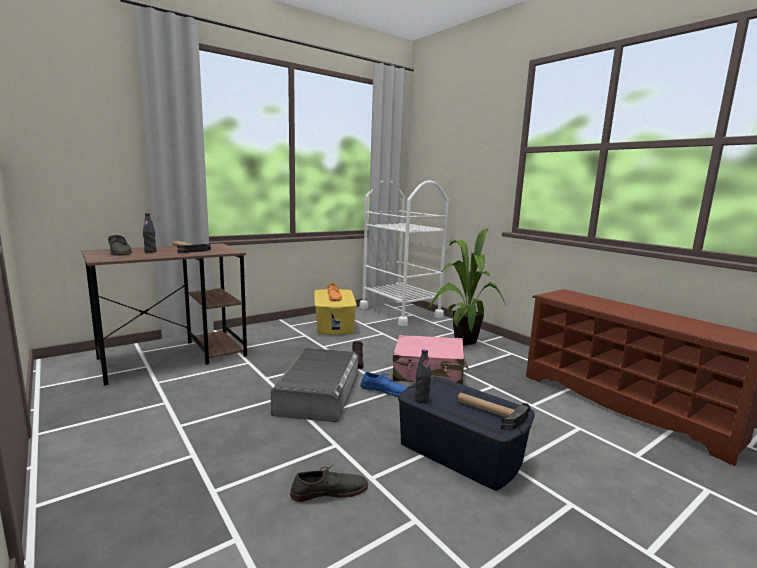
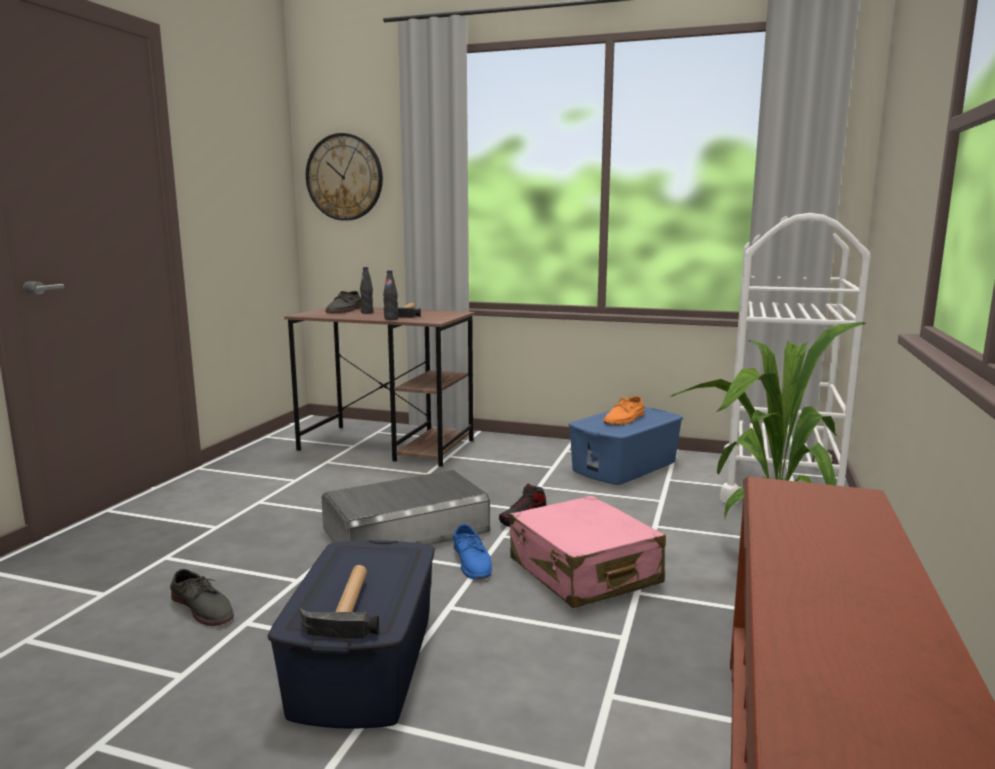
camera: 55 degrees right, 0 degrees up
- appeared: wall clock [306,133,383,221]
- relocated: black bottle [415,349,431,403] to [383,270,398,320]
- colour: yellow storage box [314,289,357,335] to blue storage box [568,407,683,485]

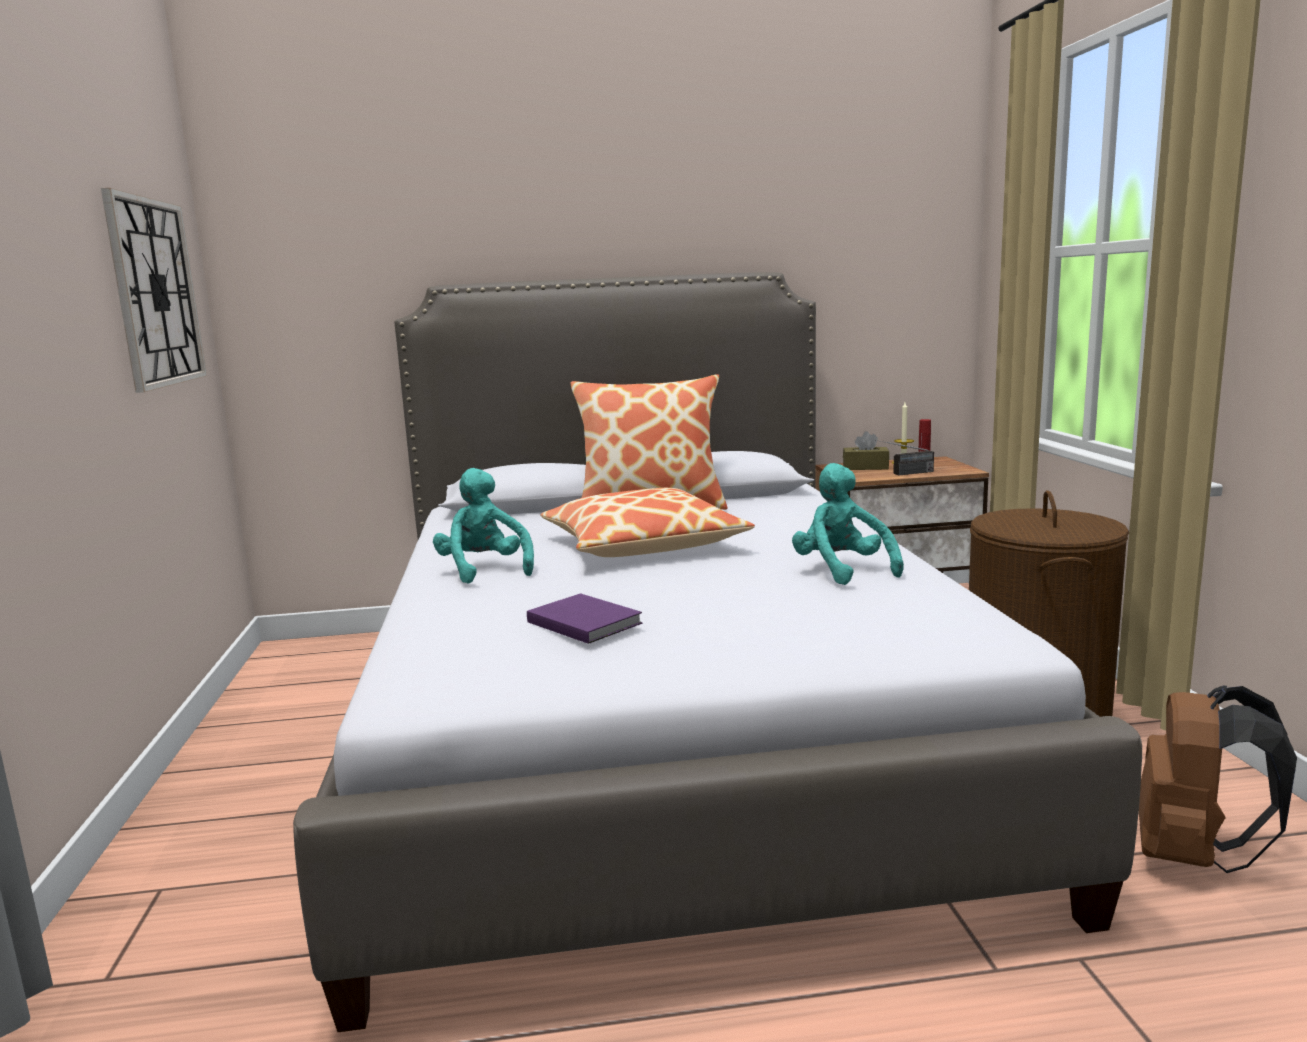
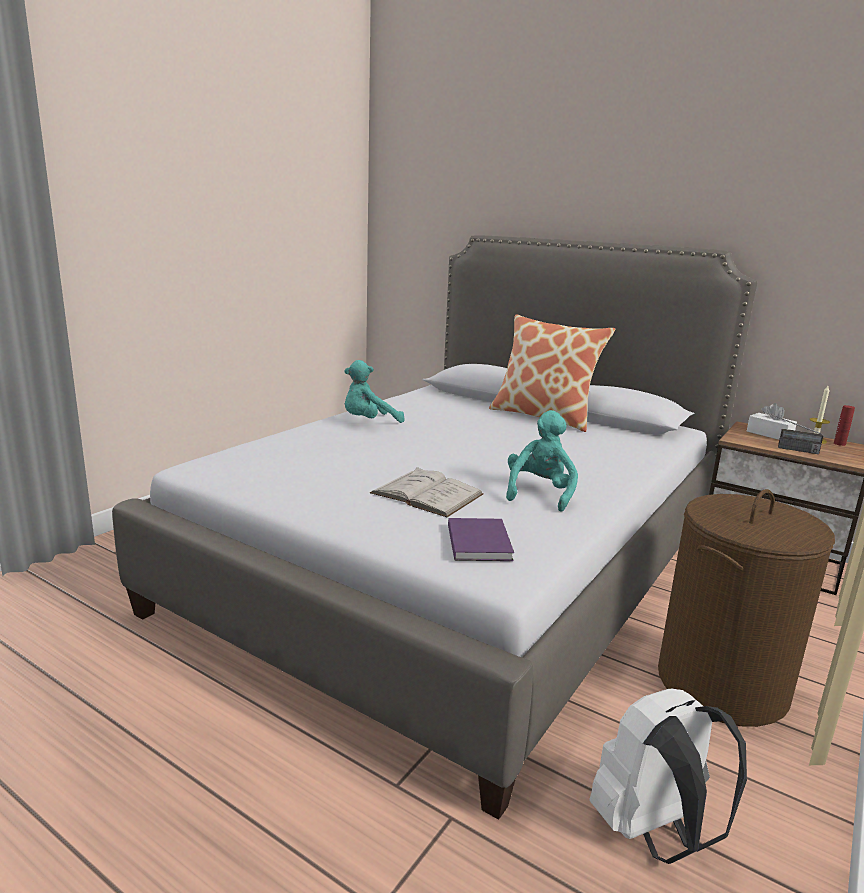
camera: 40 degrees right, 5 degrees up
- spun: turquoise plush toy [433,468,534,584] = [344,360,405,423] 135 degrees counterclockwise
- appeared: white book [370,467,484,517]
- relocated: purple book [527,593,642,644] to [448,518,514,561]
- colour: brown backpack [1139,686,1297,873] to white backpack [589,688,747,864]
- colour: brown tissue box [843,431,889,470] to white tissue box [747,403,797,440]
- missing: wall clock [101,188,207,393]
- missing: pillow [541,488,755,557]

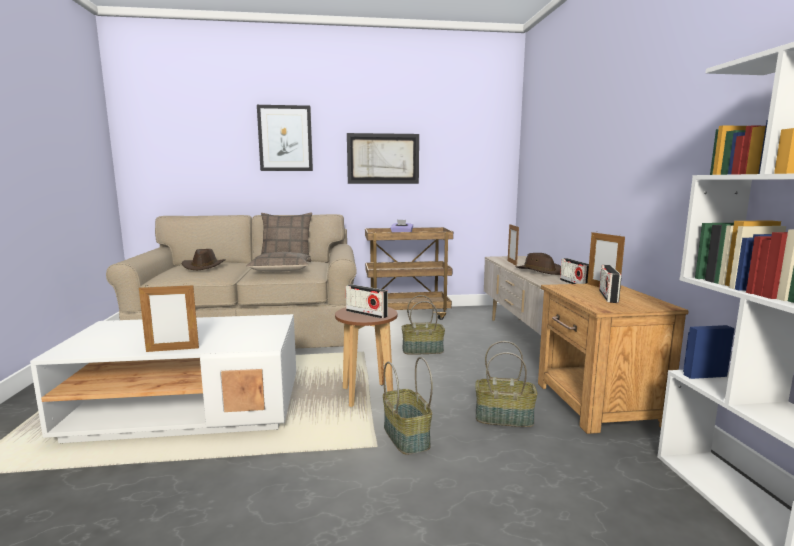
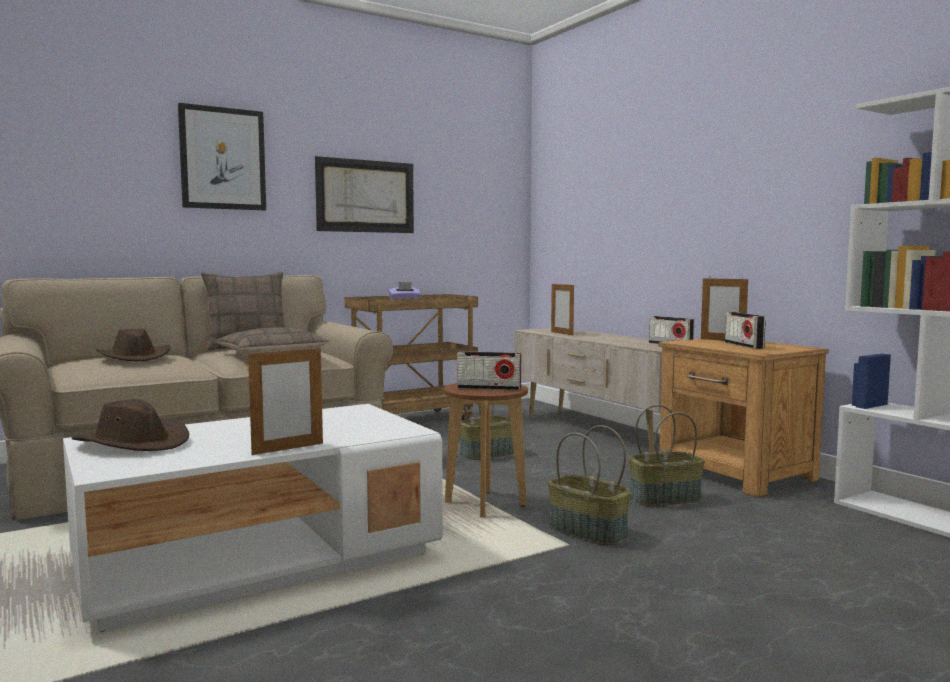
camera: 25 degrees left, 5 degrees down
- relocated: brown hat [515,253,561,275] to [72,399,189,451]

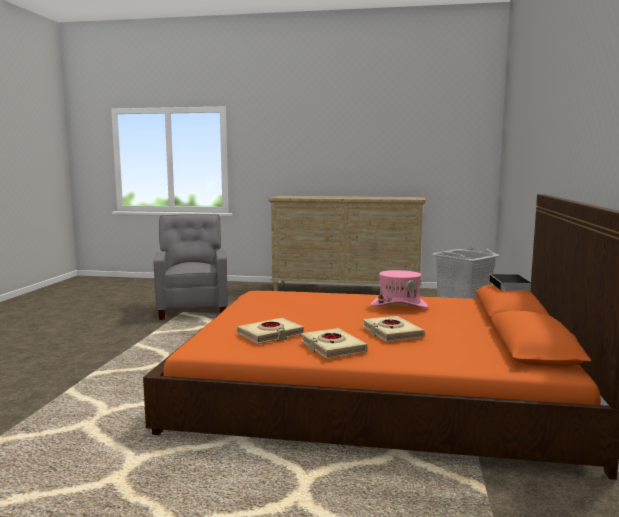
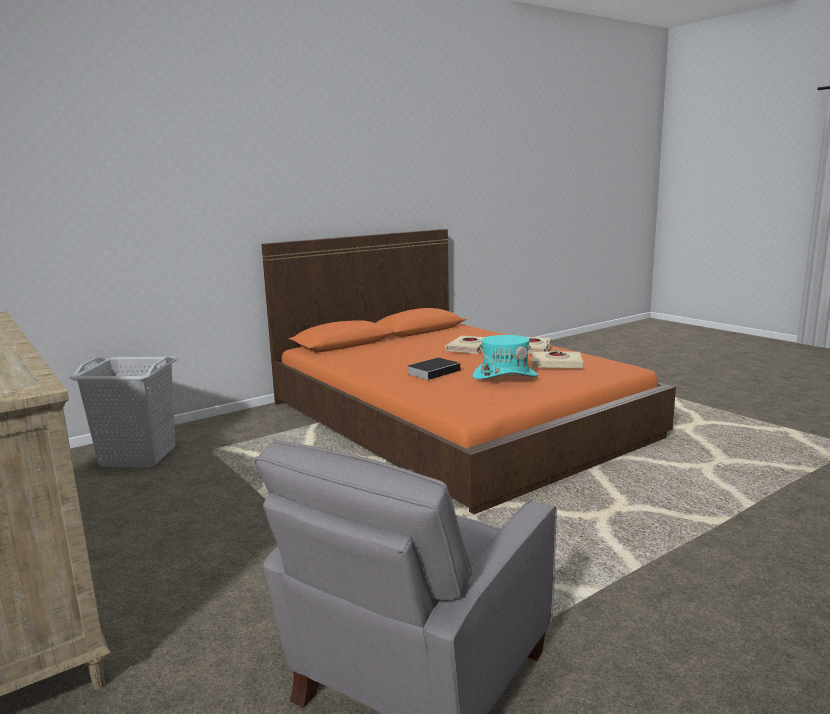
camera: 135 degrees left, 5 degrees up
- relocated: book [489,274,531,292] to [407,357,460,380]
- appeared: turquoise hat [473,335,538,379]
- missing: pink hat [371,270,428,308]

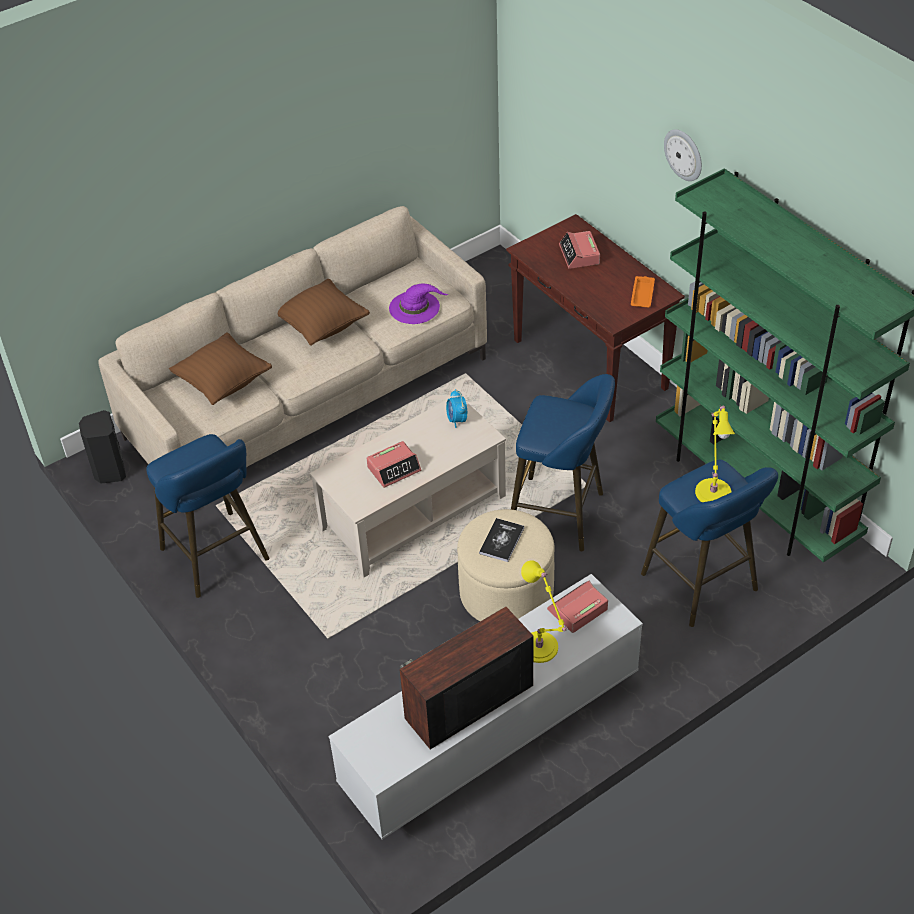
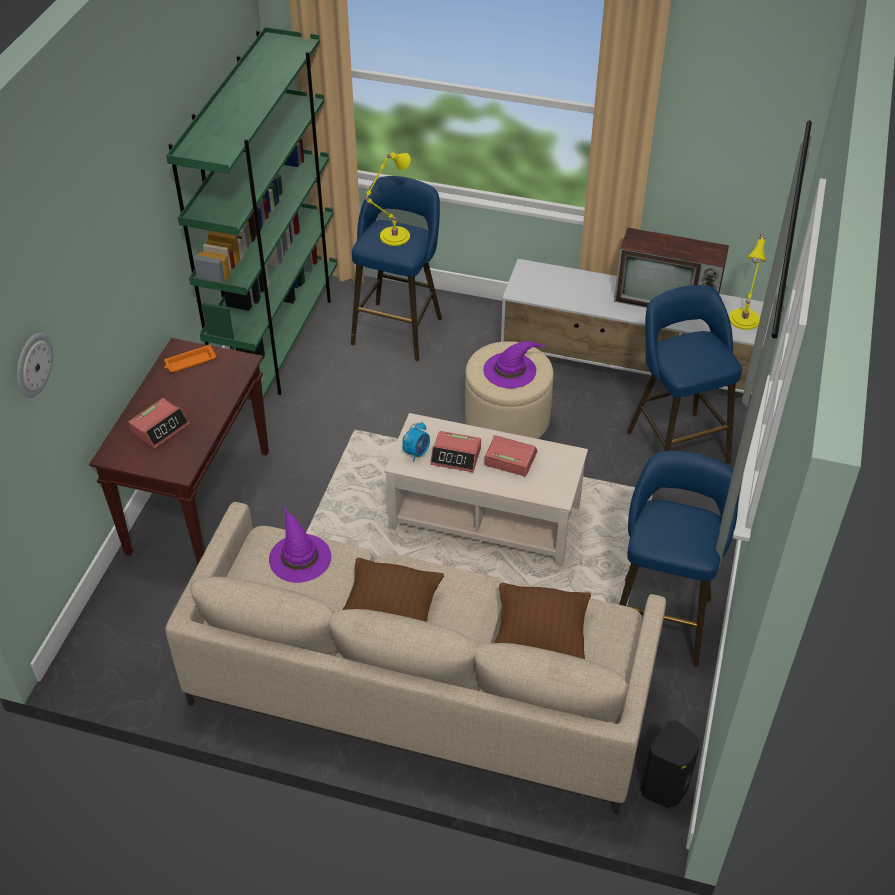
camera: 130 degrees left, 0 degrees up
- relocated: wall clock [664,129,702,181] to [17,333,53,398]
- relocated: alarm clock [547,581,608,633] to [430,431,481,472]
- exchanged: book [479,518,524,562] to purple hat [483,341,548,388]
- relocated: blue stool [511,374,615,551] to [627,285,742,464]
- relocated: yellow table lamp [521,560,569,663] to [729,234,766,330]

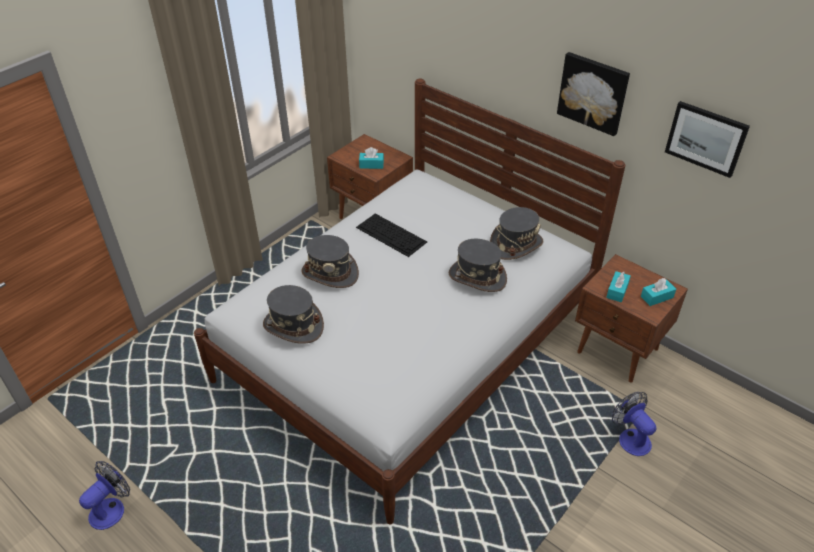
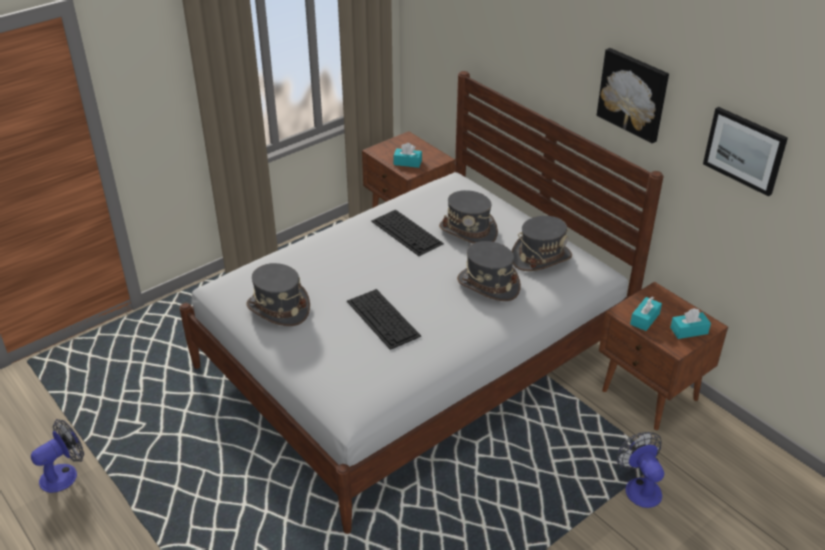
camera: 10 degrees right, 5 degrees down
- appeared: keyboard [347,289,421,350]
- relocated: grey hat [301,235,359,288] to [439,190,498,244]

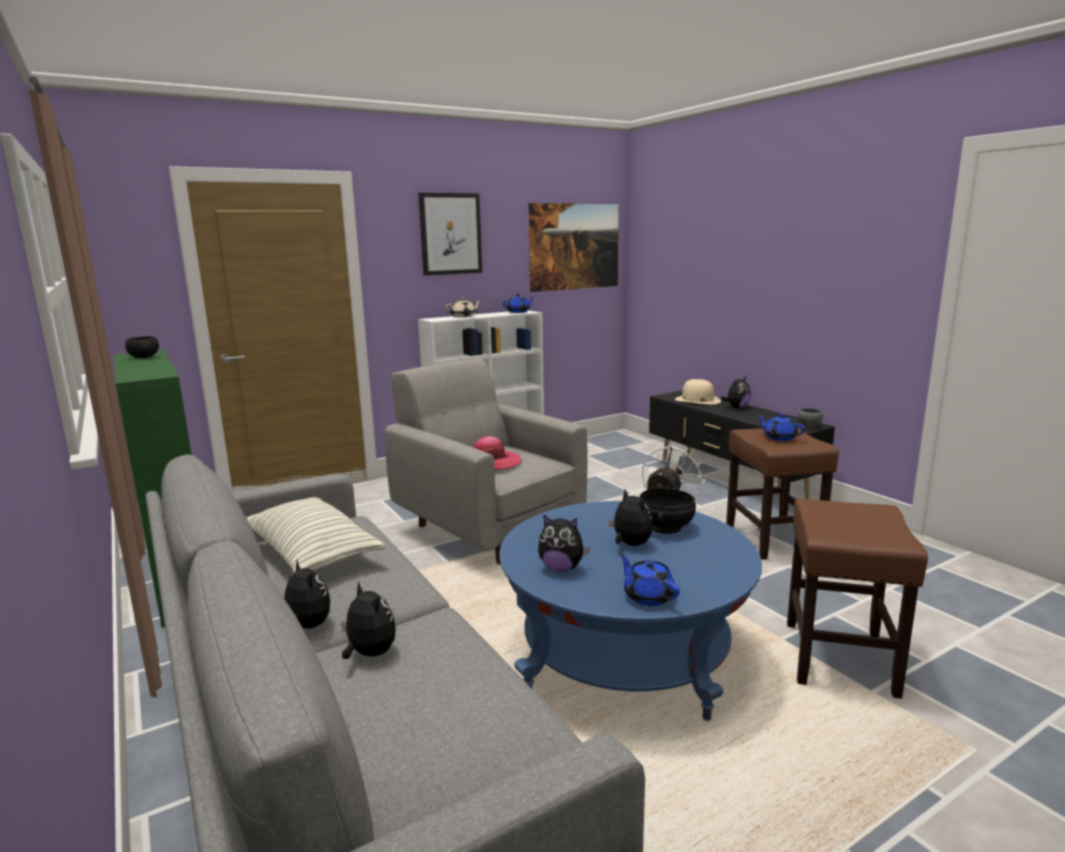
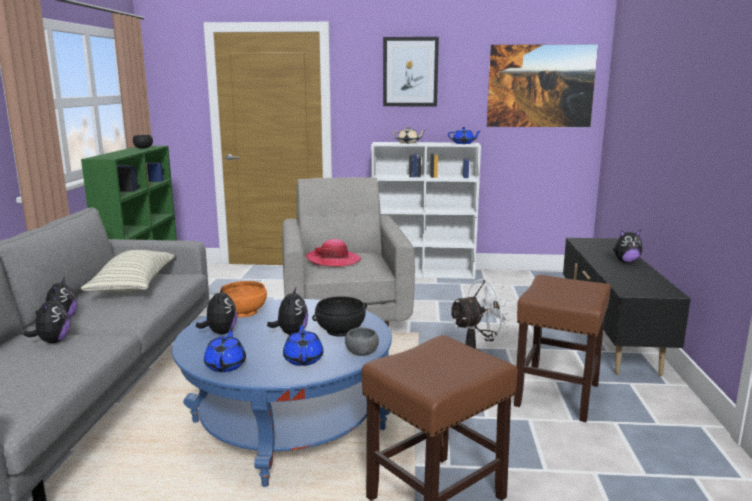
camera: 35 degrees right, 0 degrees up
- spun: plush toy [538,514,590,572] = [196,286,237,334] 150 degrees counterclockwise
- appeared: orange bowl [219,281,267,317]
- relocated: blue teapot [757,414,805,441] to [283,324,323,366]
- relocated: grey bowl [797,408,823,427] to [345,327,379,356]
- missing: beige hat [675,379,721,404]

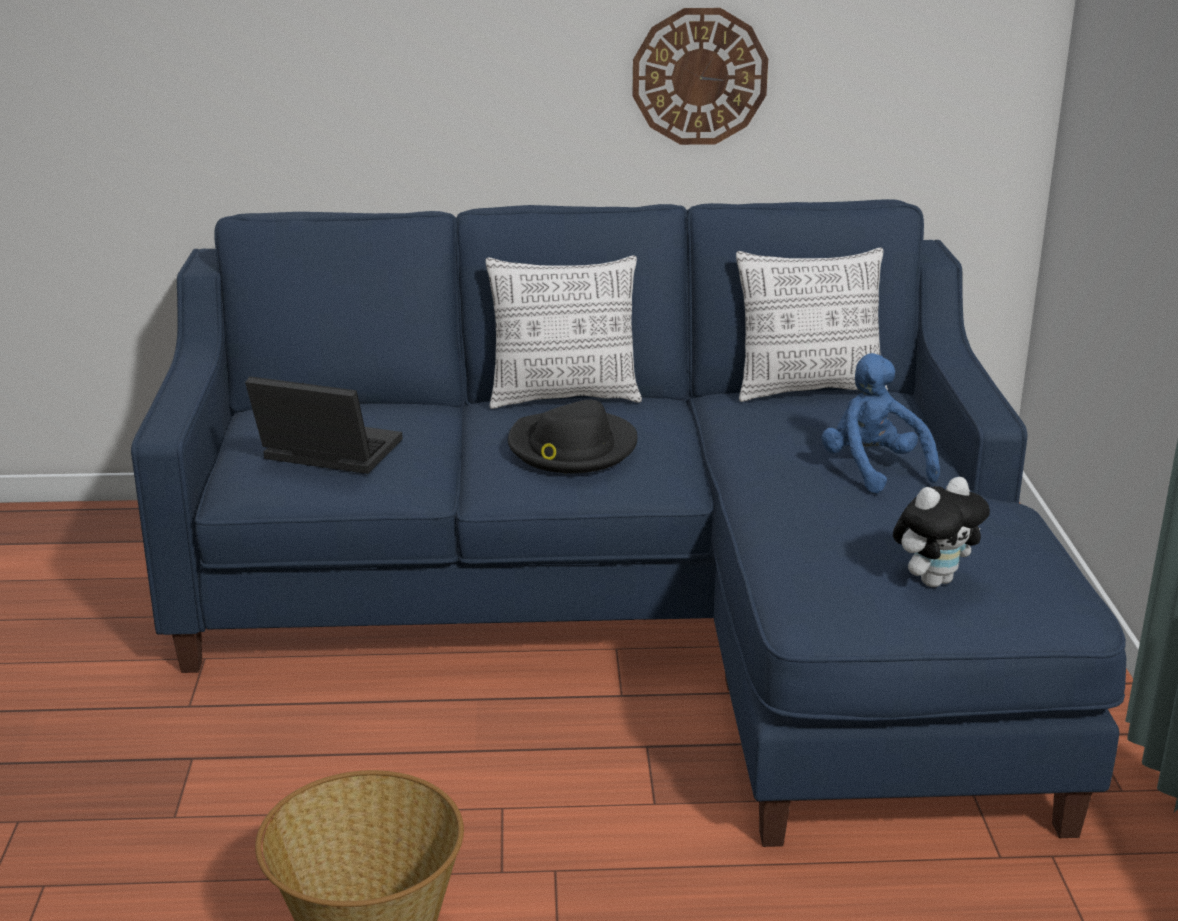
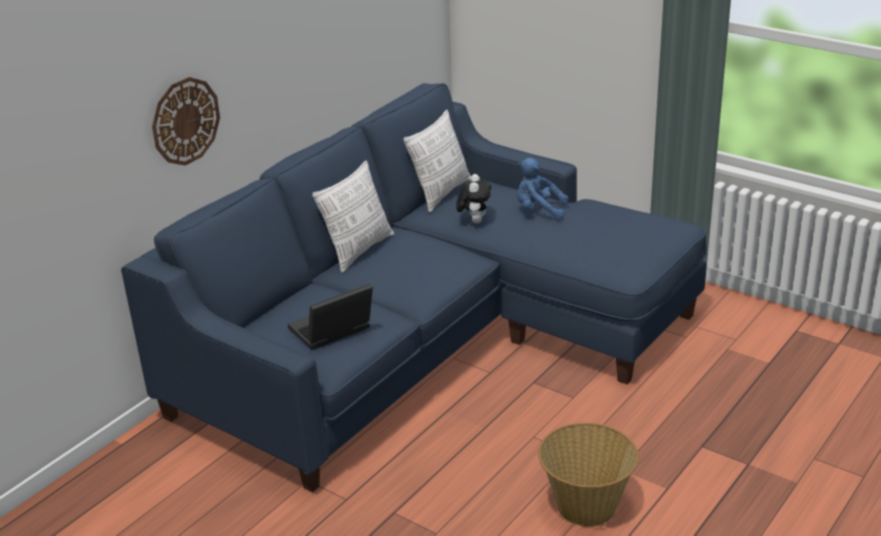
camera: 50 degrees left, 5 degrees up
- relocated: wall clock [632,8,768,145] to [152,77,220,166]
- relocated: plush toy [893,477,990,587] to [456,174,491,224]
- missing: black hat [508,400,637,473]

